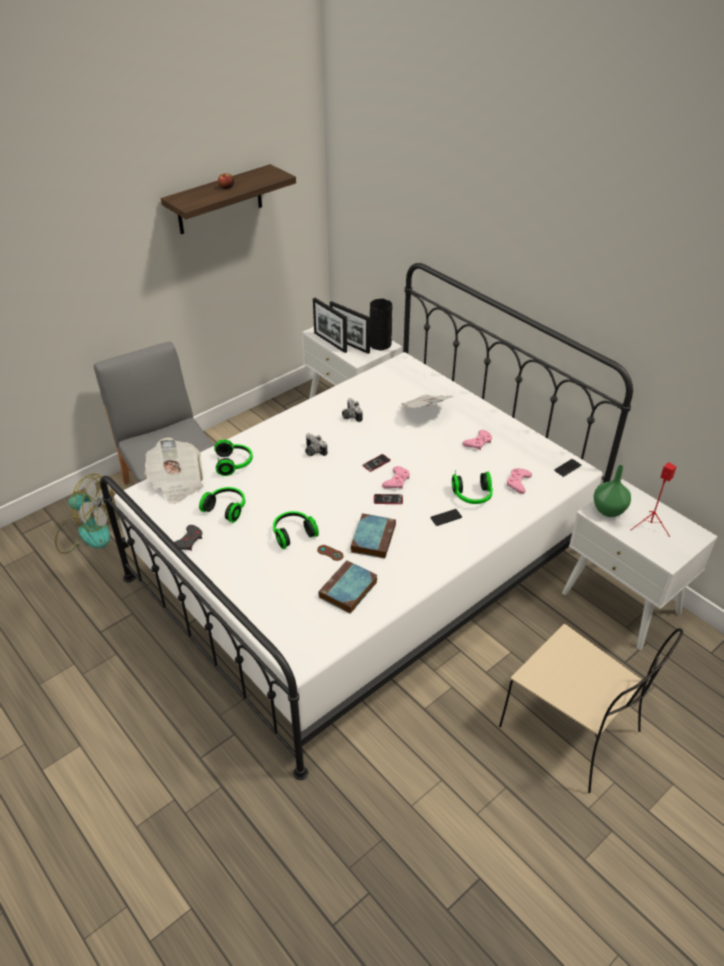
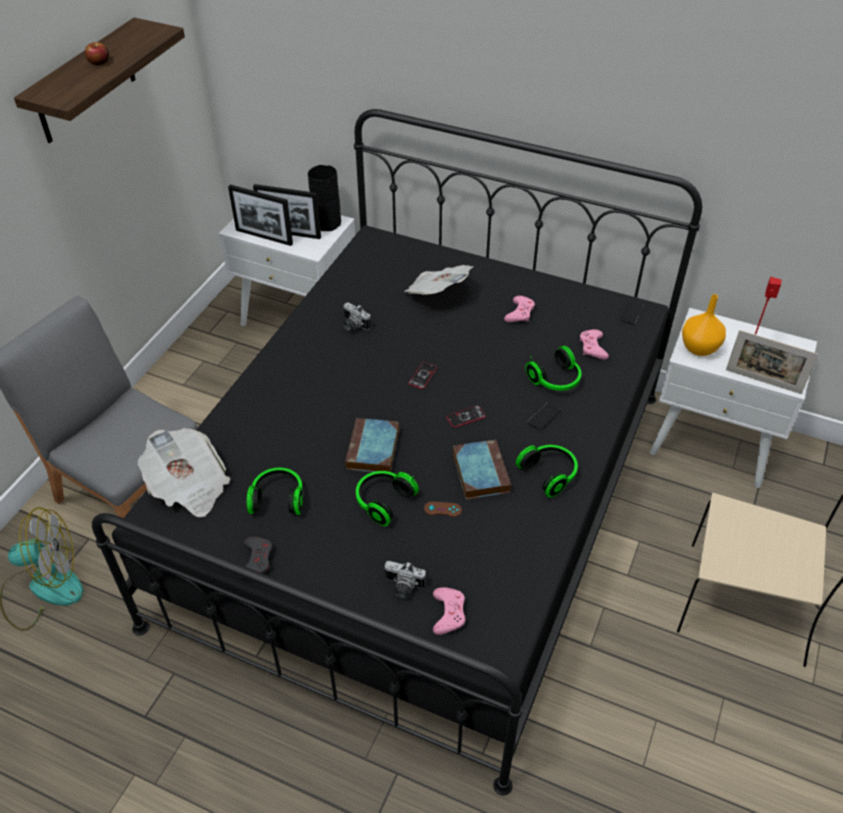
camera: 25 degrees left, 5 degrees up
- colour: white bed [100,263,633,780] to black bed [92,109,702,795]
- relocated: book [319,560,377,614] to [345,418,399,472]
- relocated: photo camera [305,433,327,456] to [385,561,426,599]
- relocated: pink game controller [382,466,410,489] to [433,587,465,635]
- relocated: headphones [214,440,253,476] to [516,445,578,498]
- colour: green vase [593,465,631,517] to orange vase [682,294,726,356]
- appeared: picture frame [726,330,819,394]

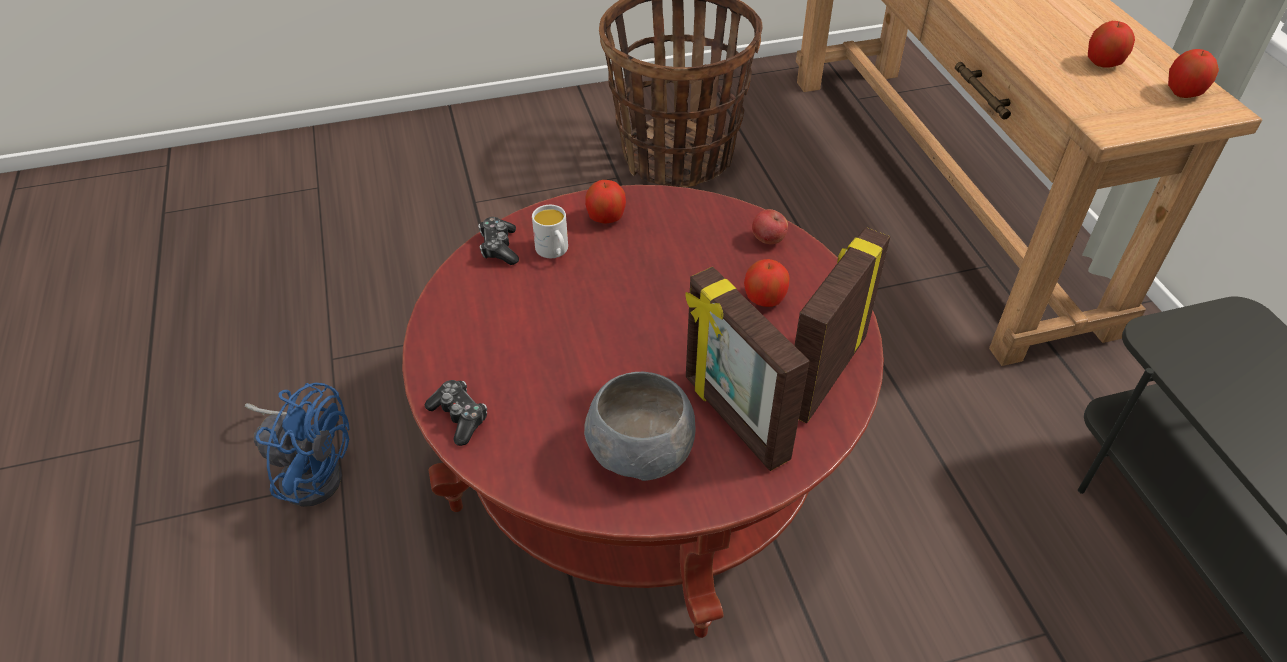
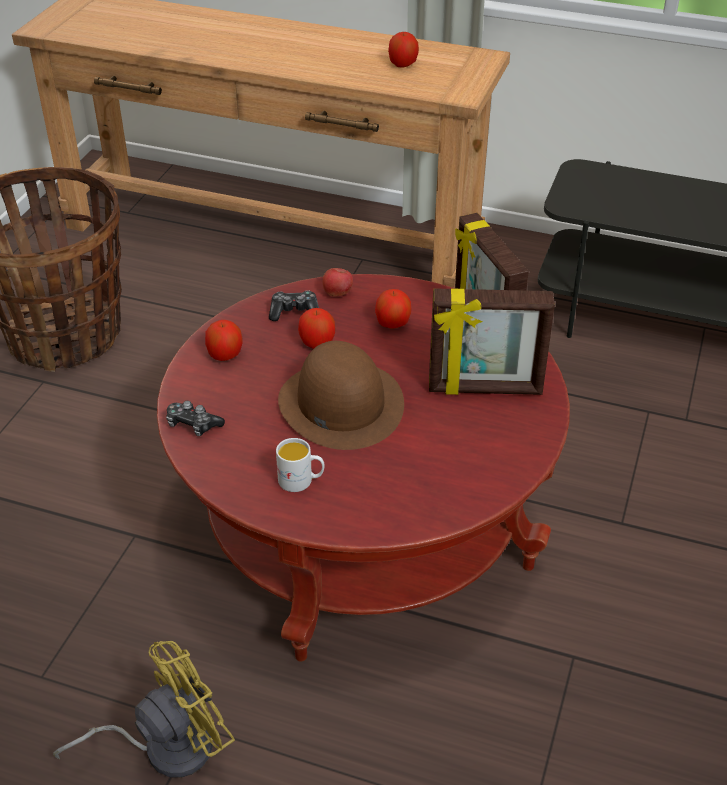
camera: 55 degrees left, 5 degrees down
- colour: blue fan [245,383,349,507] to yellow fan [53,641,235,778]
- relocated: game controller [424,380,487,446] to [269,290,319,321]
- relocated: white mug [532,205,568,258] to [276,438,324,492]
- appeared: brown hat [278,341,404,450]
- relocated: apple [1168,49,1219,98] to [298,308,335,349]
- missing: grey bowl [584,372,696,481]

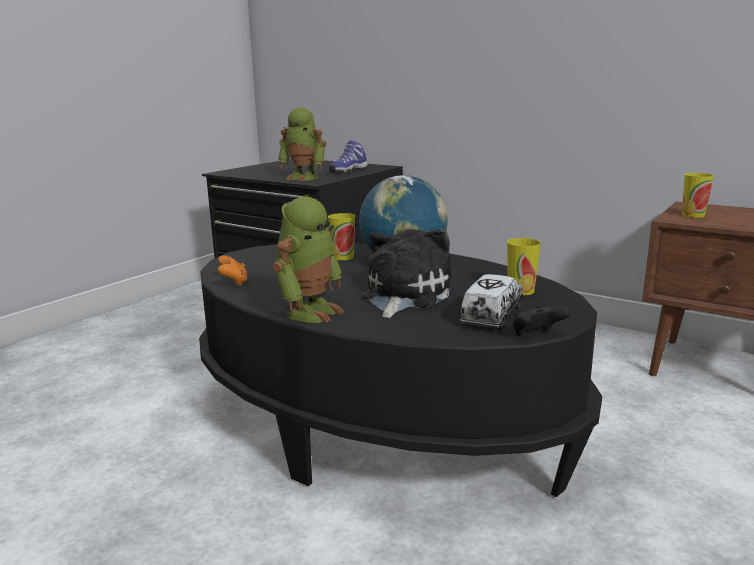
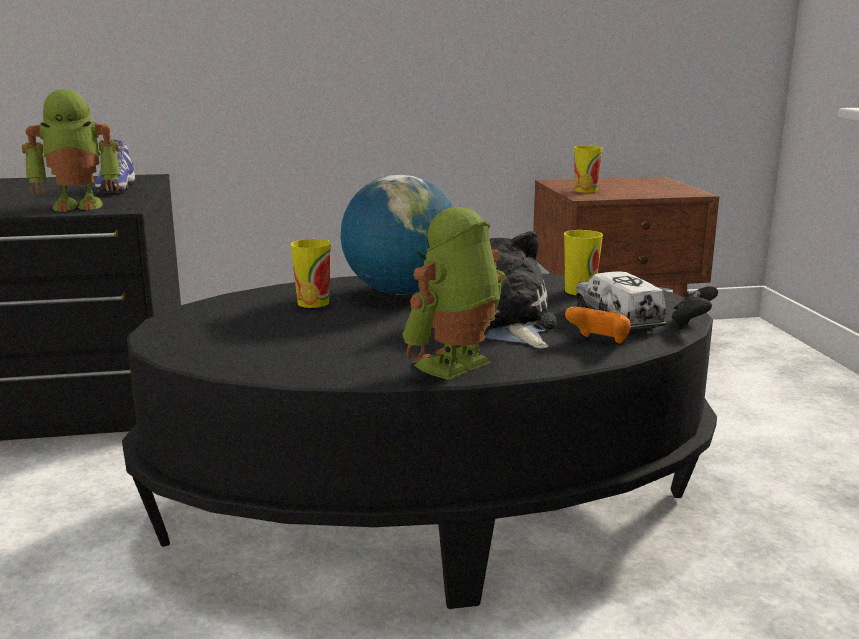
camera: 45 degrees left, 0 degrees up
- spun: toy robot [273,197,344,323] = [402,207,506,380] 120 degrees counterclockwise
- relocated: orange game controller [218,255,248,286] to [565,307,631,344]

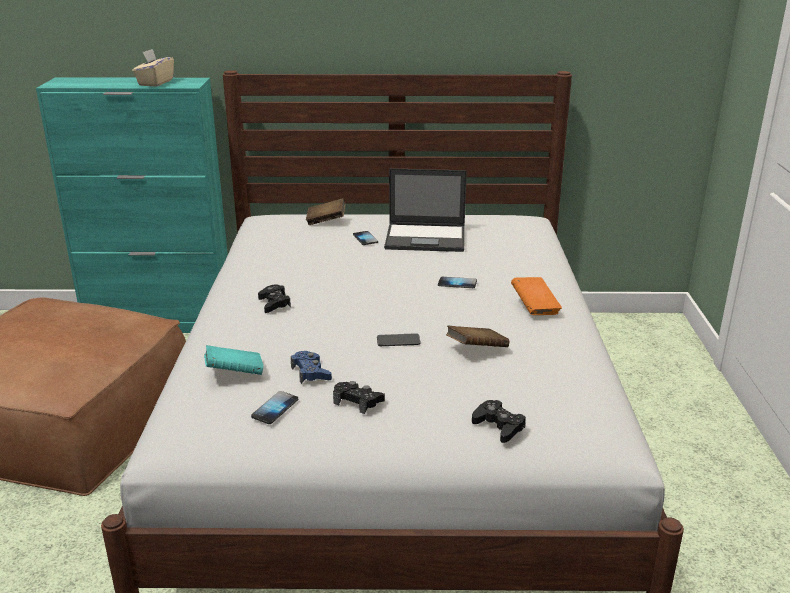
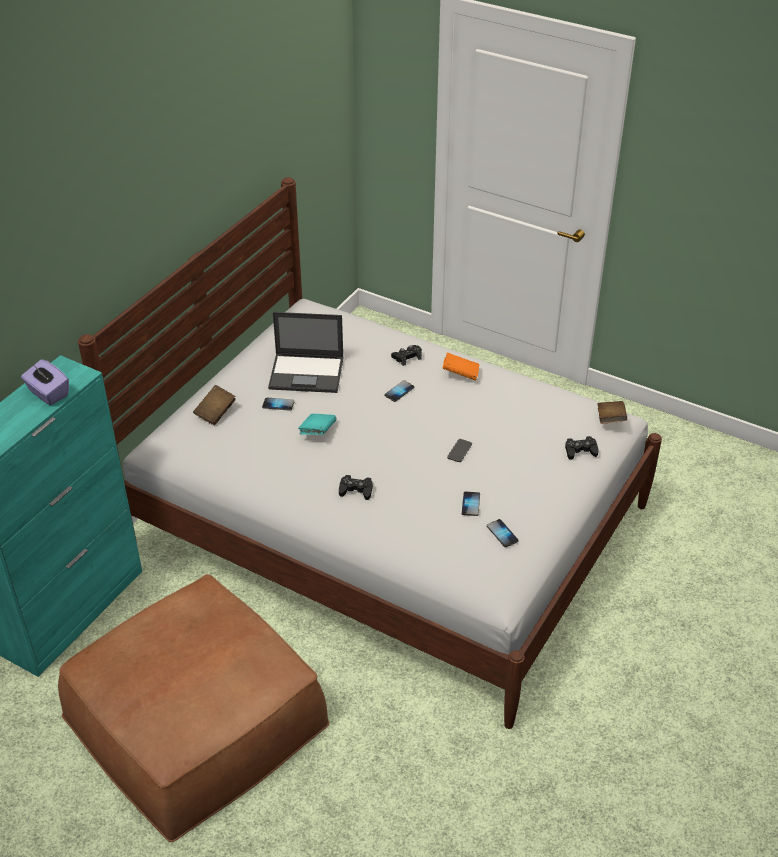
camera: 60 degrees left, 15 degrees up
- colour: beige tissue box [132,49,174,87] to purple tissue box [21,359,69,405]
- spun: laptop [384,168,467,252] = [268,312,344,393] 60 degrees clockwise
- relocated: turquoise book [204,345,263,375] to [298,414,336,435]
- relocated: black game controller [333,381,385,414] to [391,345,422,366]
- exchanged: blue game controller [291,351,332,384] to phone [462,492,480,516]
- relocated: brown book [446,326,509,347] to [597,401,627,424]

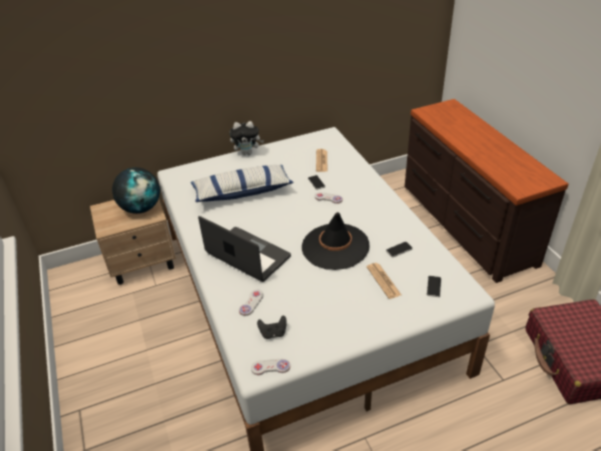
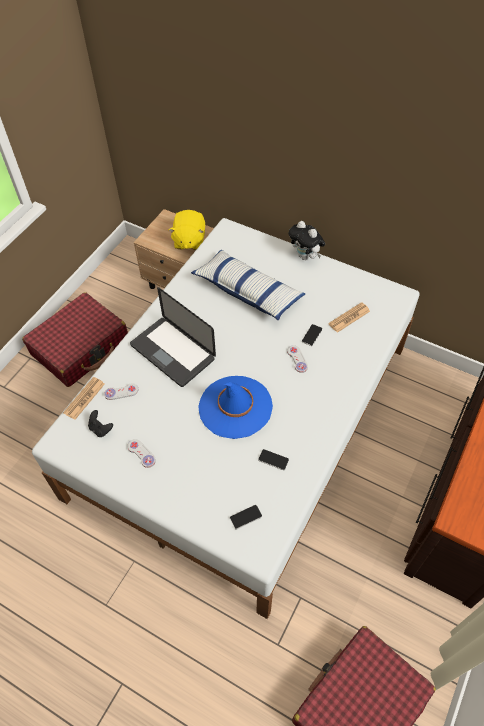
camera: 50 degrees right, 15 degrees up
- appeared: red suitcase [22,292,128,387]
- relocated: newspaper [367,263,401,299] to [63,377,105,420]
- relocated: white game controller [251,359,290,375] to [127,439,156,468]
- spun: laptop [198,216,291,282] = [130,287,216,387] 135 degrees clockwise
- exchanged: globe [112,167,160,214] to yellow plush toy [169,210,205,250]
- colour: black hat [302,212,369,270] to blue hat [198,376,273,439]

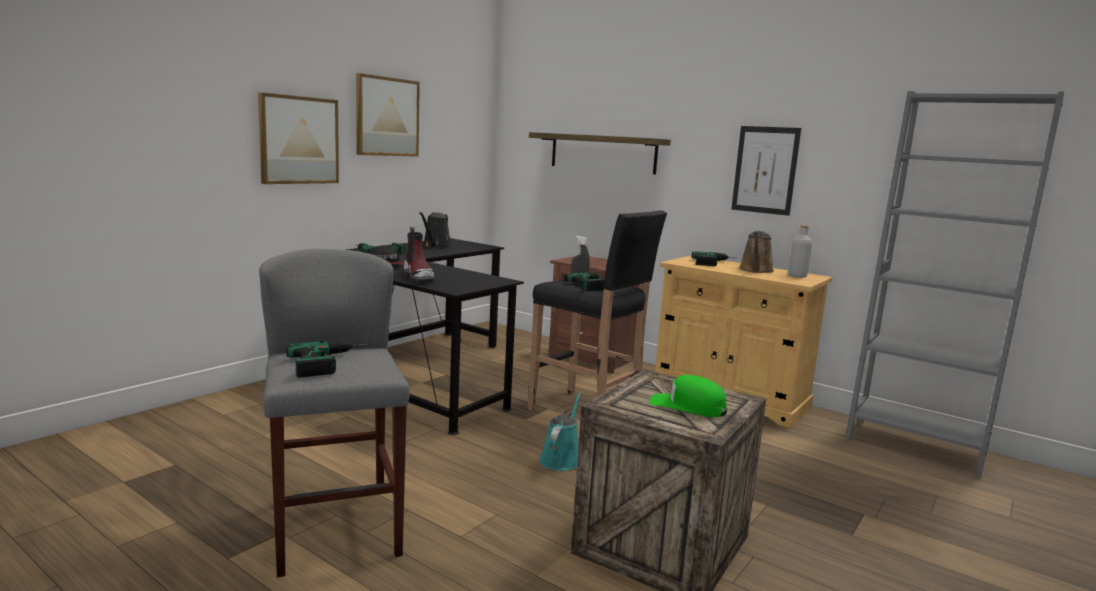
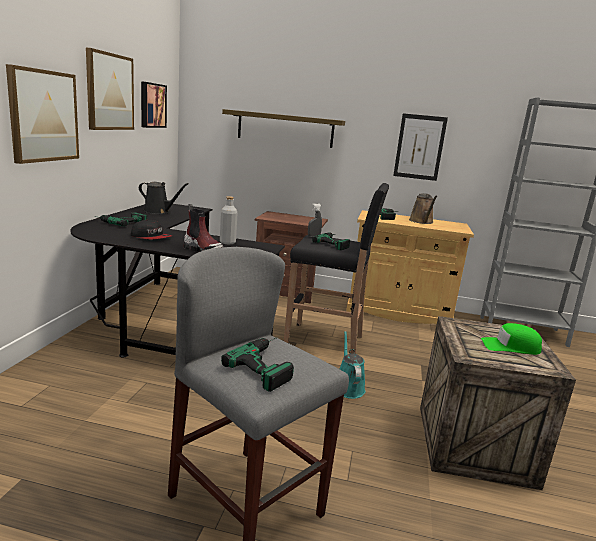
camera: 25 degrees left, 5 degrees up
- spun: black watering can [419,212,452,248] = [139,182,189,214] 60 degrees counterclockwise
- appeared: picture [141,81,167,128]
- relocated: grey bottle [788,225,812,278] to [220,196,238,244]

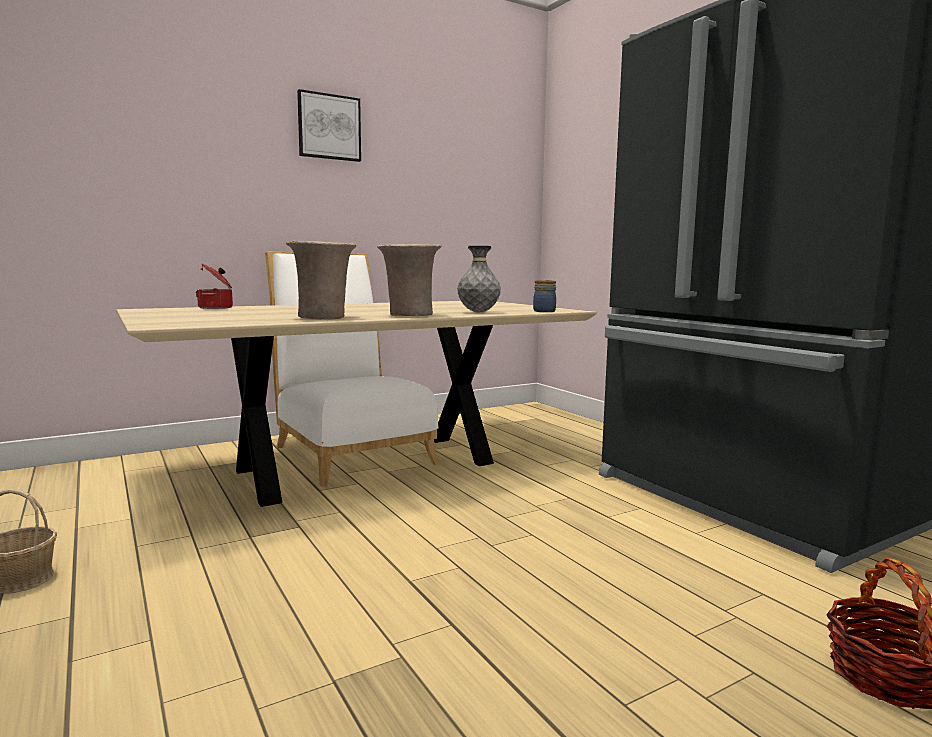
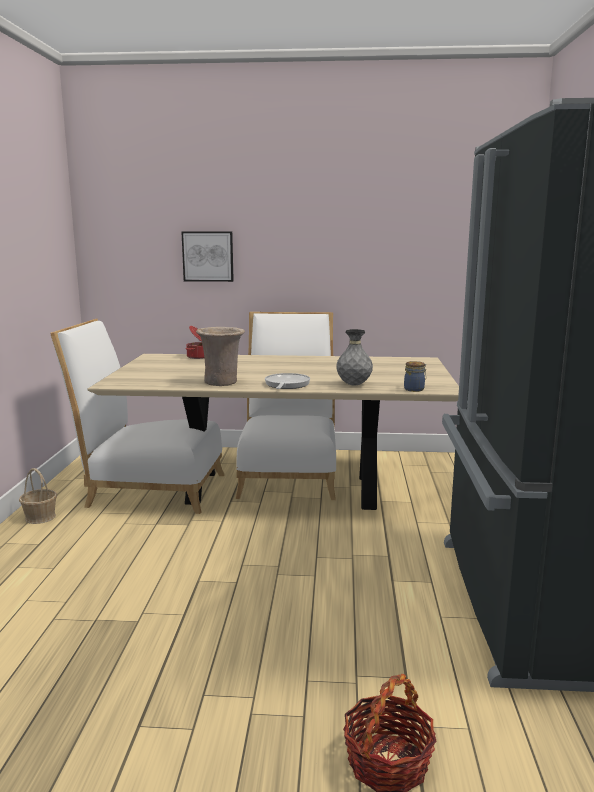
camera: 35 degrees right, 5 degrees up
- appeared: white chair [50,319,225,514]
- relocated: picture [297,89,361,162] to [182,232,234,282]
- exchanged: beige vase [377,244,441,316] to frying pan [265,373,310,389]

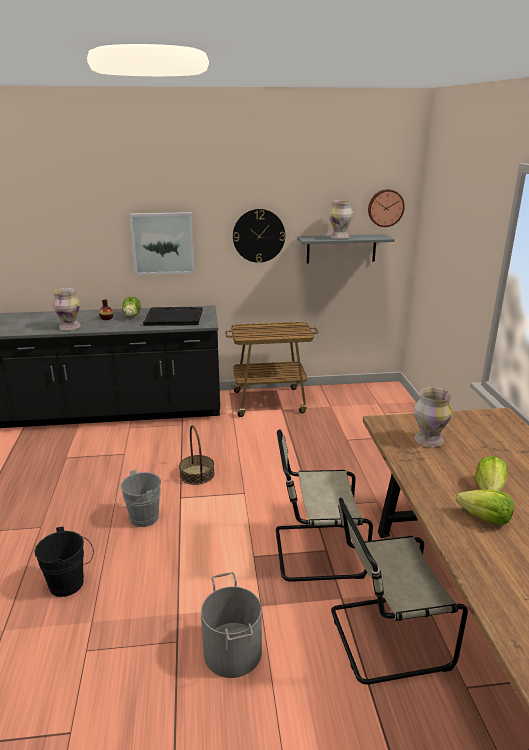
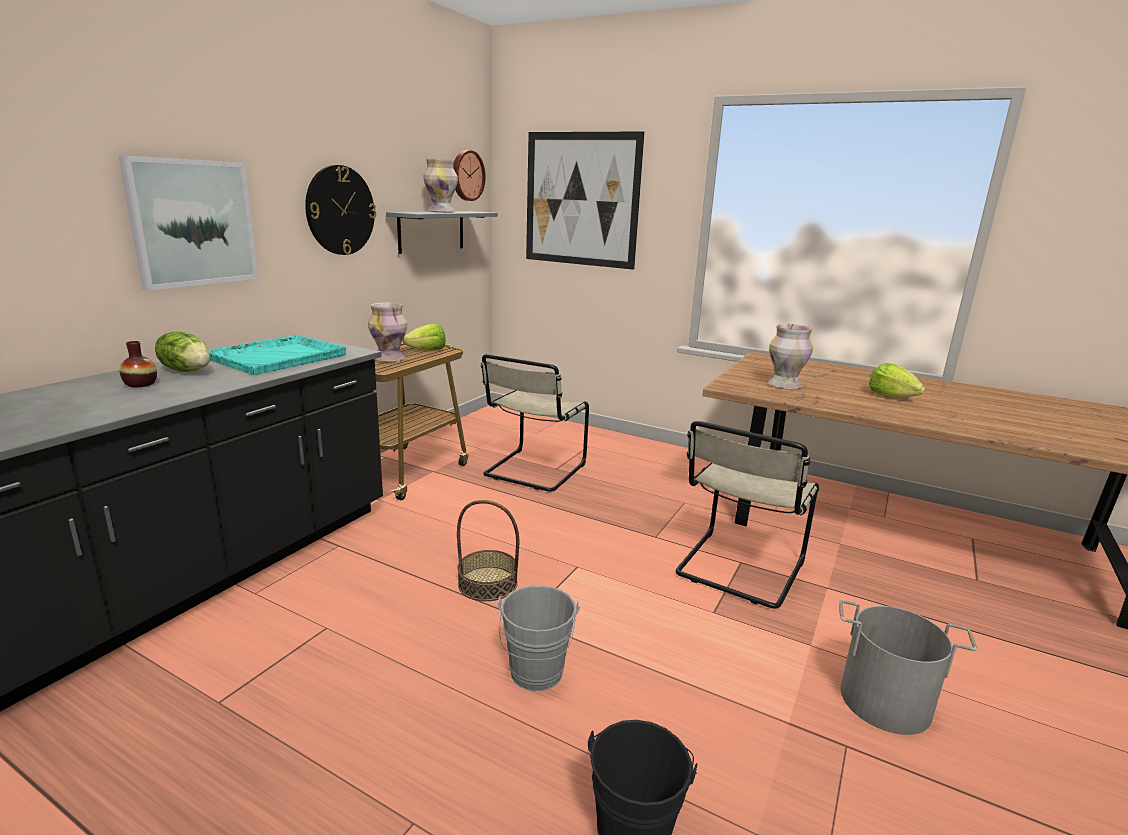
camera: 55 degrees left, 5 degrees down
- colour: black tray [143,307,203,326] to turquoise tray [208,335,346,375]
- relocated: vase [52,288,81,330] to [368,302,407,362]
- relocated: lettuce [456,489,514,525] to [403,324,445,351]
- relocated: beige chair [331,497,468,684] to [481,354,589,492]
- appeared: picture [526,132,644,270]

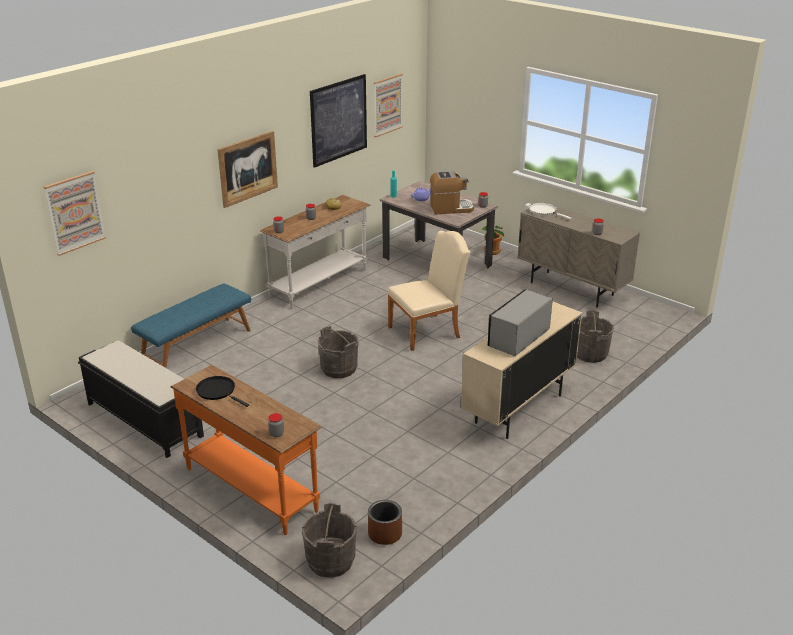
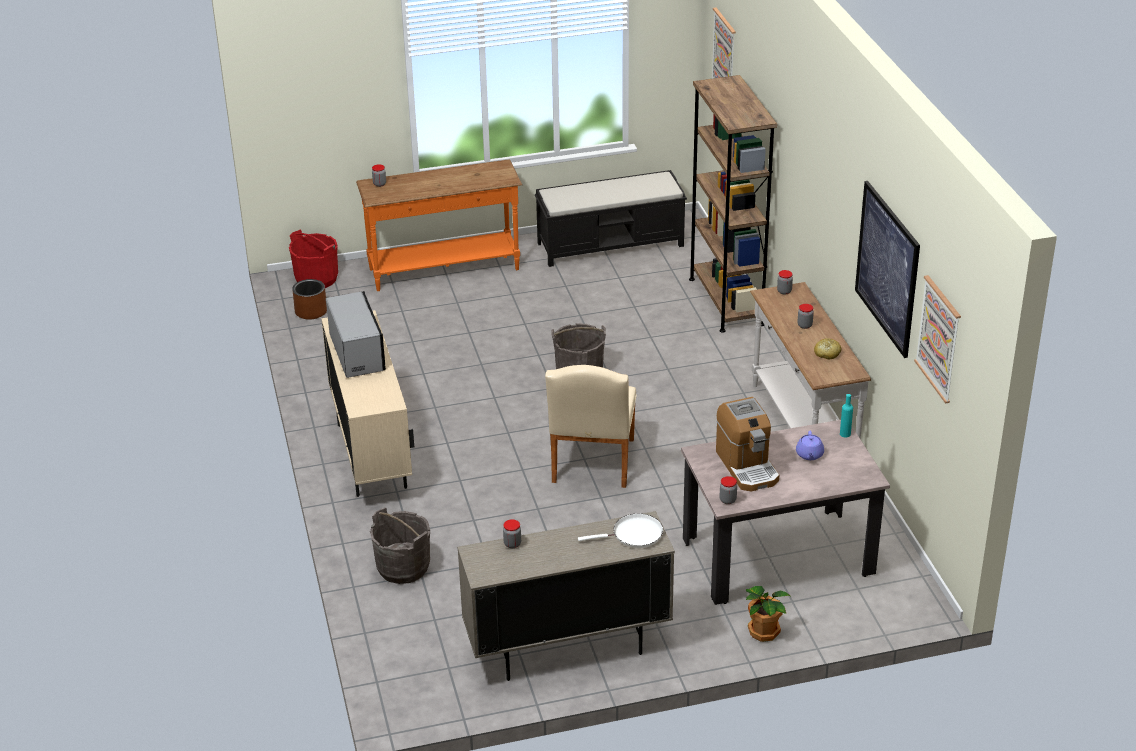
camera: 125 degrees right, 5 degrees up
- colour: grey bucket [302,503,357,578] to red bucket [289,230,338,288]
- exchanged: blue bench [131,283,251,368] to brown bookcase [689,75,777,333]
- spun: coffee machine [430,171,474,214] = [716,397,779,492] 45 degrees counterclockwise
- missing: black frying pan [196,376,249,407]
- missing: picture [217,131,278,208]

